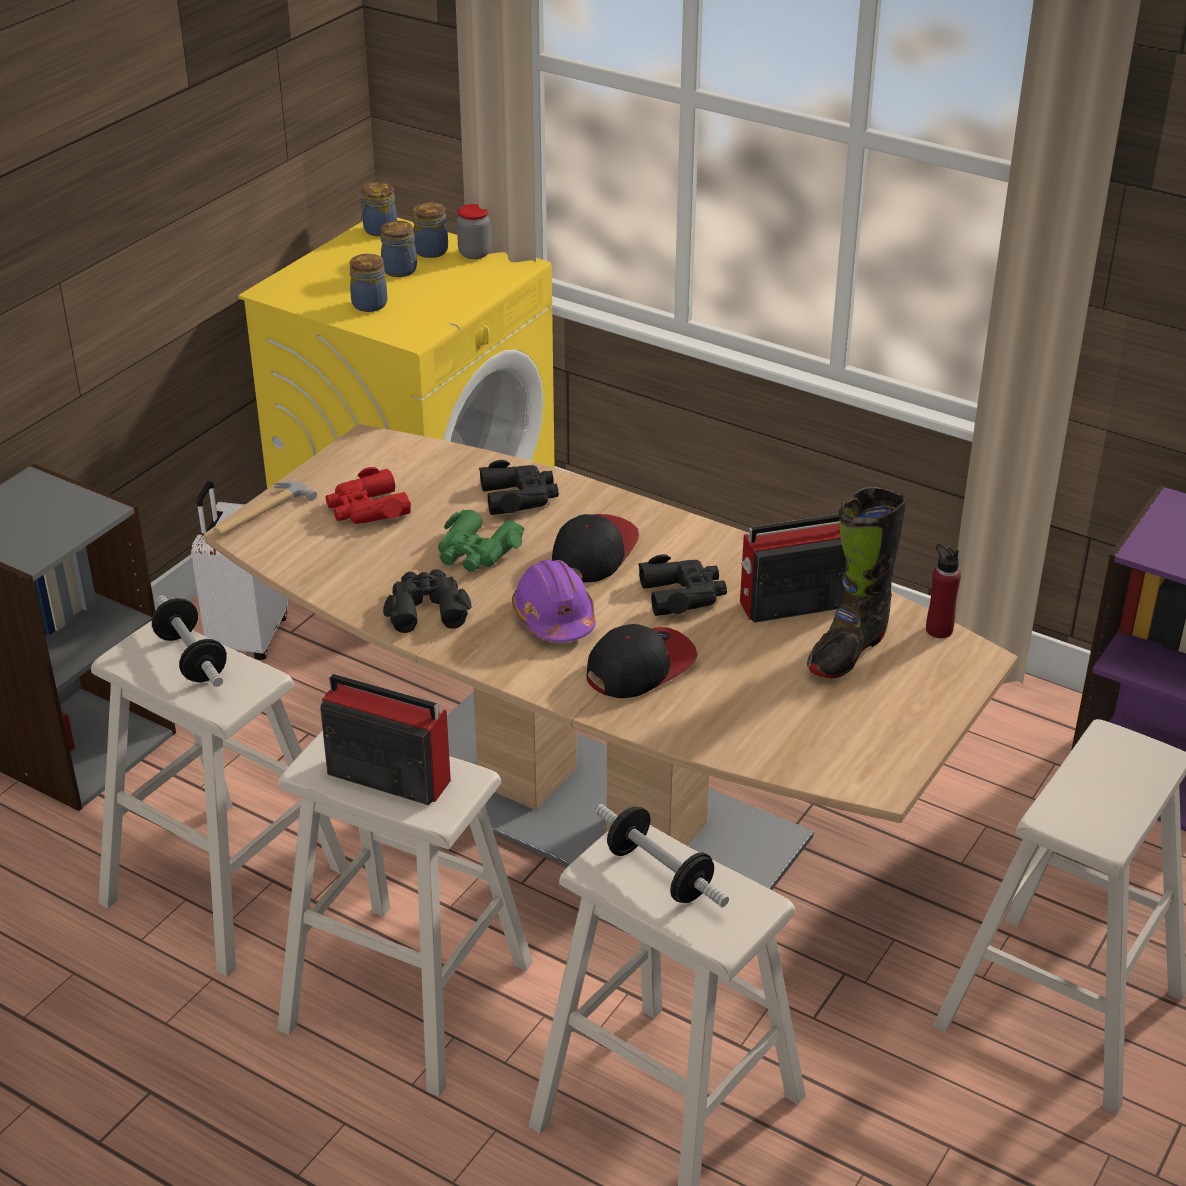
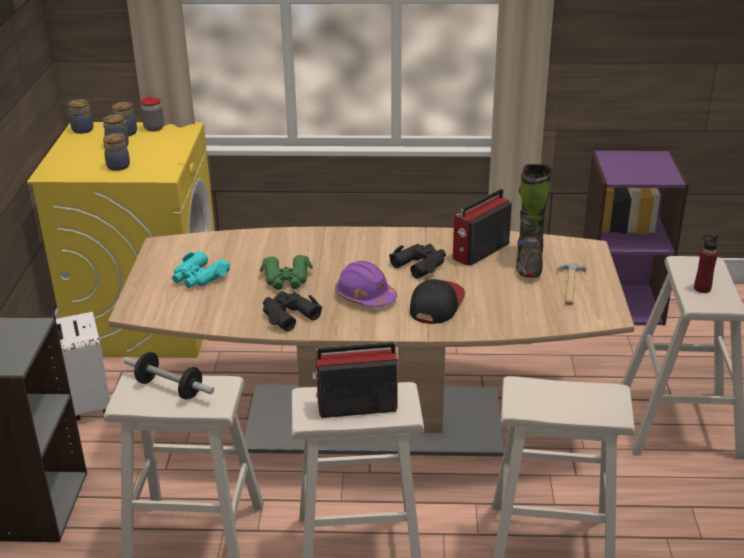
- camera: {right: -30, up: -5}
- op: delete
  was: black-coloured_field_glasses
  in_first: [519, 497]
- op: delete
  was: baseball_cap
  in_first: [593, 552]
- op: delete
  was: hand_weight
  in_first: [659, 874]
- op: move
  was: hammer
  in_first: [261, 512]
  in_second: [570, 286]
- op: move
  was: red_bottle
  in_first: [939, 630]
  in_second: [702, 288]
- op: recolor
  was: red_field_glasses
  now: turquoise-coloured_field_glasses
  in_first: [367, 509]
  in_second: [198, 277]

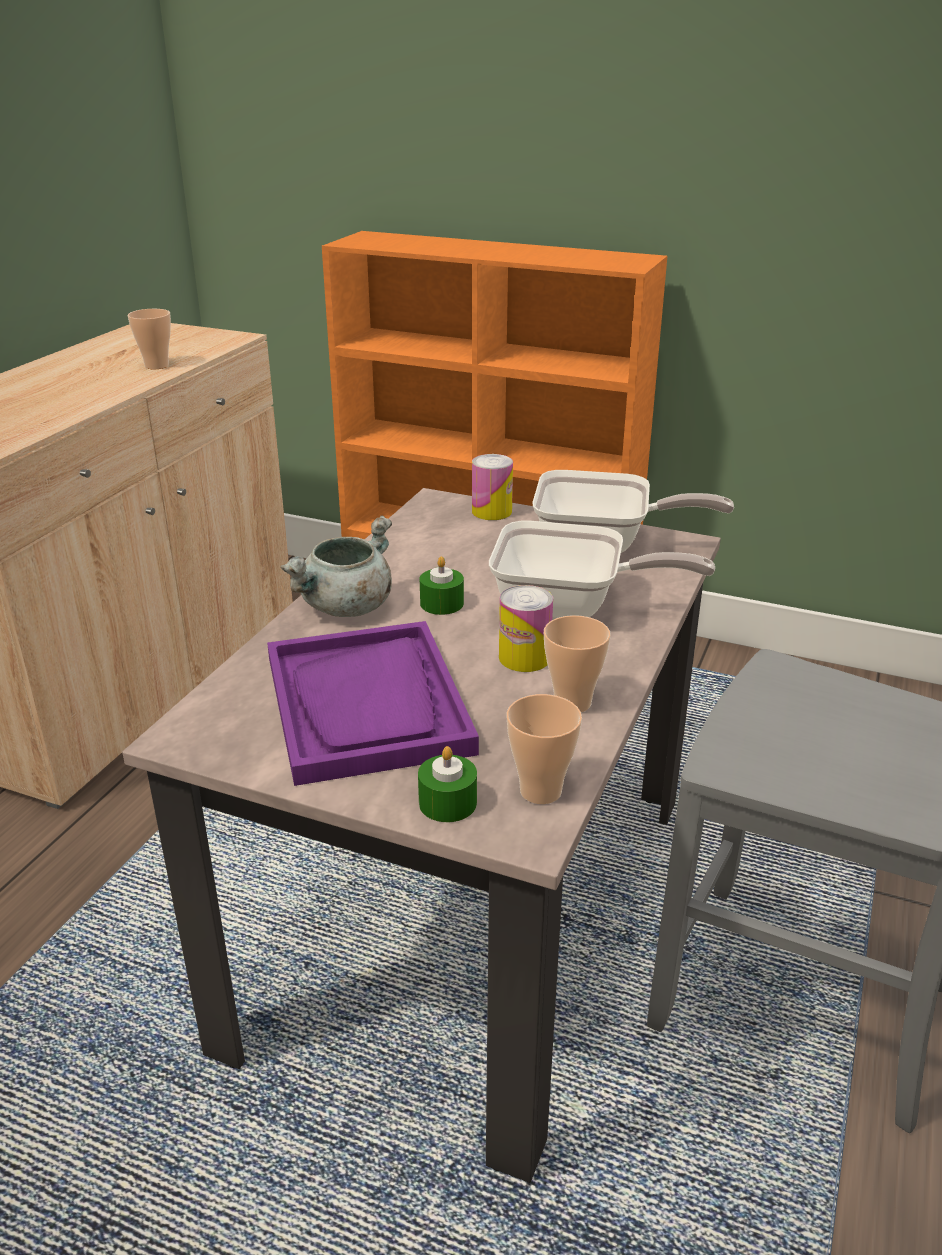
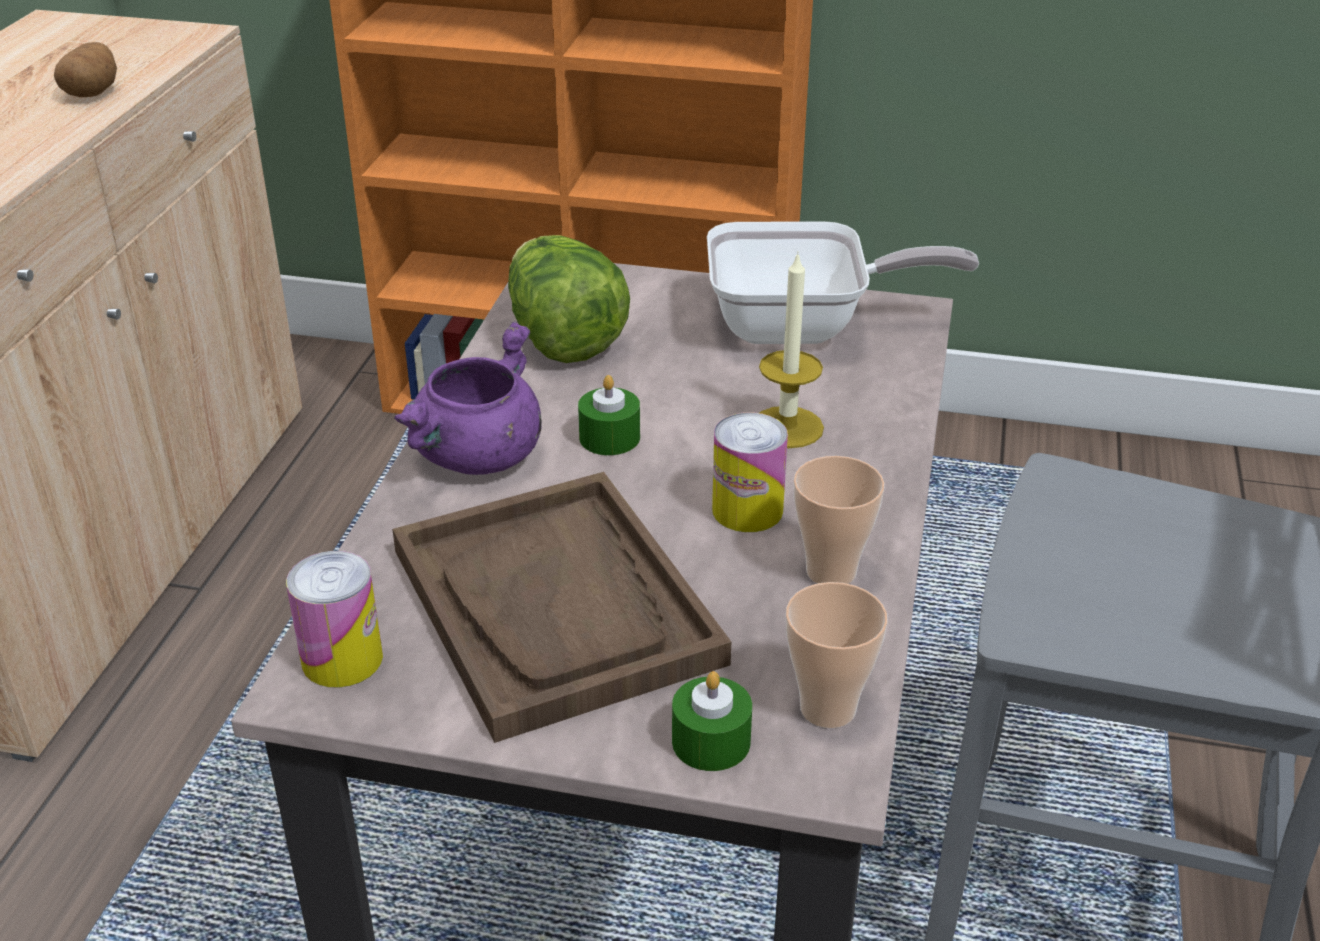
- camera: {right: -10, up: 5}
- op: insert
  now: lettuce_head
  in_second: [562, 338]
- op: move
  was: metal_can
  in_first: [491, 511]
  in_second: [342, 659]
- op: replace
  was: cup
  now: whole_potato
  in_first: [156, 366]
  in_second: [92, 92]
- op: replace
  was: pan
  now: wax_light
  in_first: [571, 608]
  in_second: [787, 427]
- op: recolor
  was: purplish_tray
  now: brown_tray
  in_first: [367, 704]
  in_second: [556, 606]
- op: recolor
  was: gray_saucepot
  now: purplish_saucepot
  in_first: [346, 608]
  in_second: [478, 457]

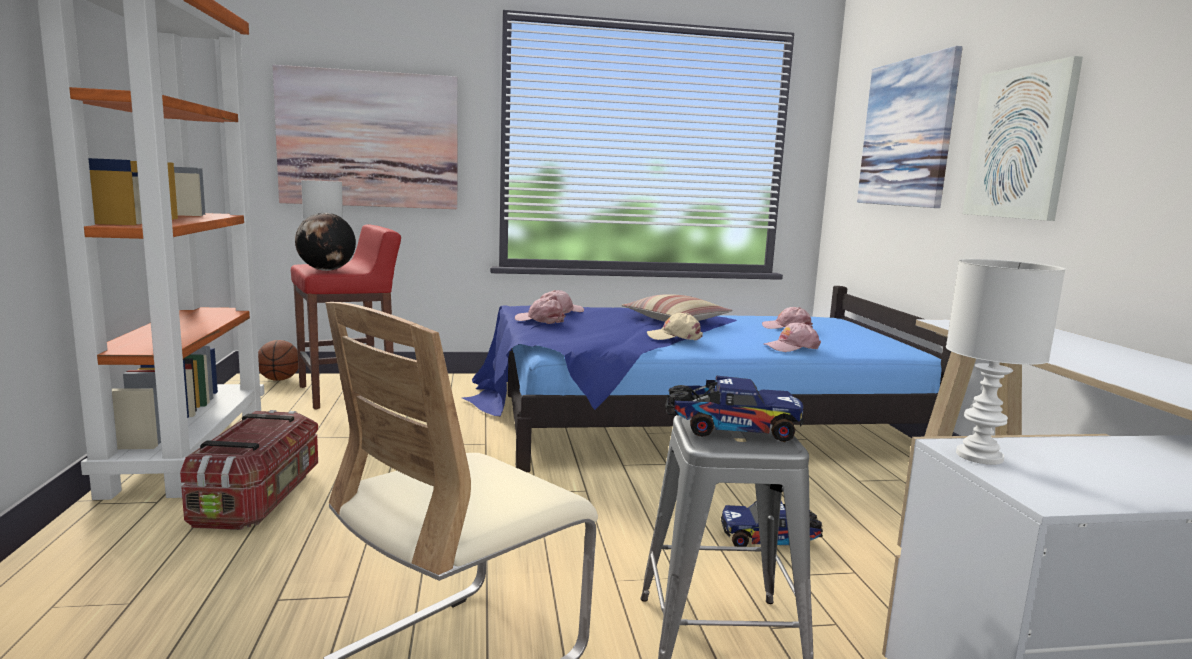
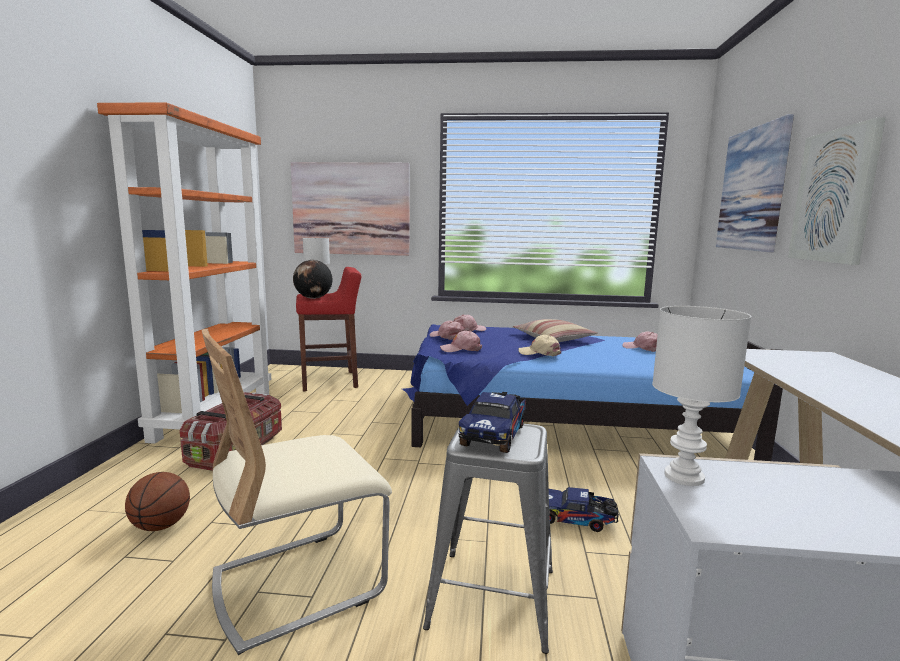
- camera: {right: 15, up: 0}
- op: move
  was: ball_for_basketball
  in_first: [279, 379]
  in_second: [160, 526]
- op: move
  was: pinkish_baseball_cap
  in_first: [791, 347]
  in_second: [461, 349]
- op: rotate
  was: toy_truck
  in_first: [729, 429]
  in_second: [494, 434]
  clockwise: 90

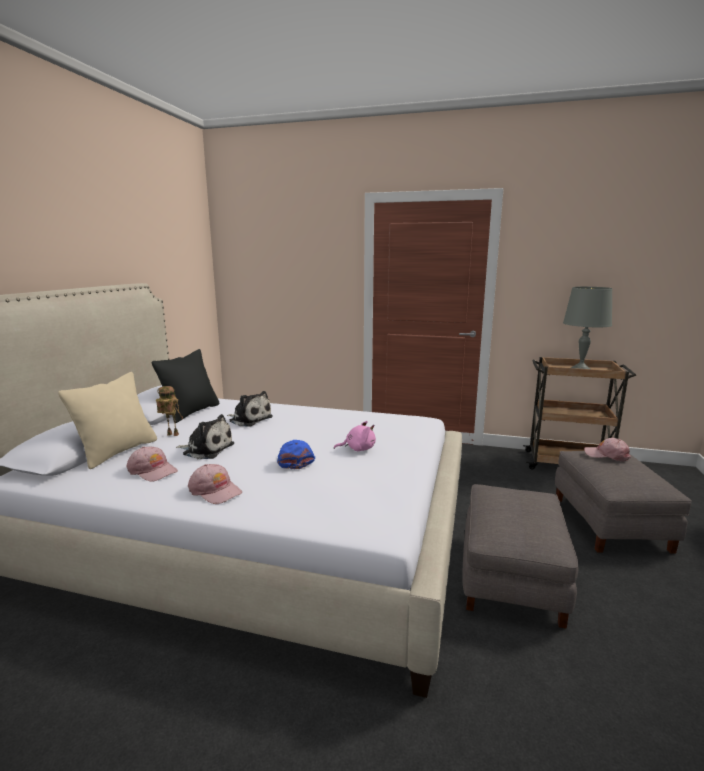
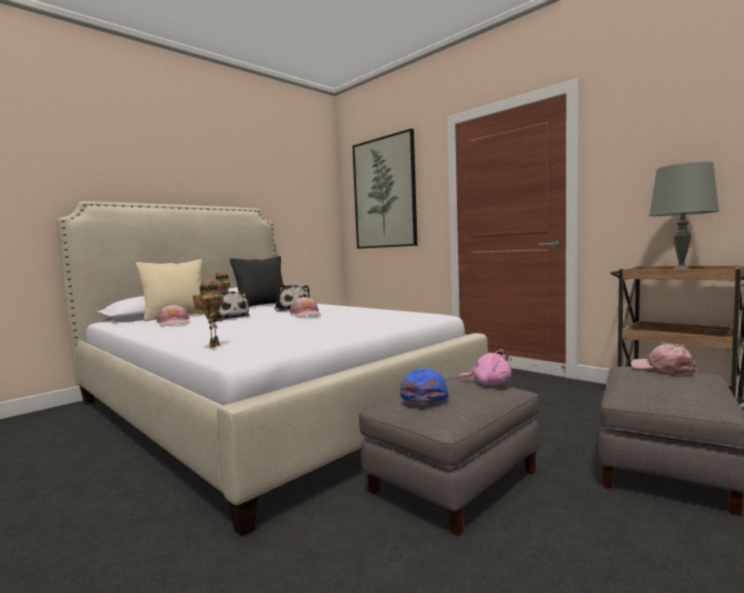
- camera: {right: 30, up: -10}
- op: insert
  now: model_robot
  in_second: [213, 346]
- op: insert
  now: wall_picture
  in_second: [384, 193]
- op: move
  was: pinkish_baseball_cap
  in_first: [215, 491]
  in_second: [306, 315]
- op: move
  was: blue-coloured_baseball_cap
  in_first: [294, 460]
  in_second: [425, 395]
- op: move
  was: pinkish_cuddly_toy
  in_first: [358, 449]
  in_second: [489, 383]

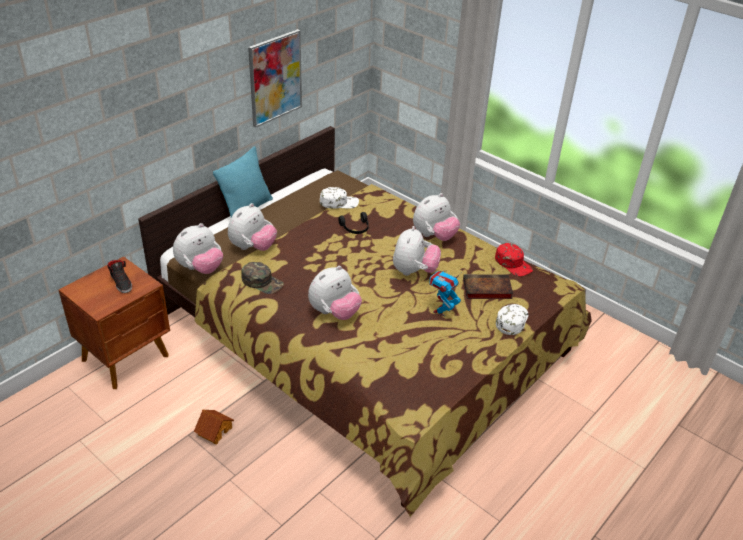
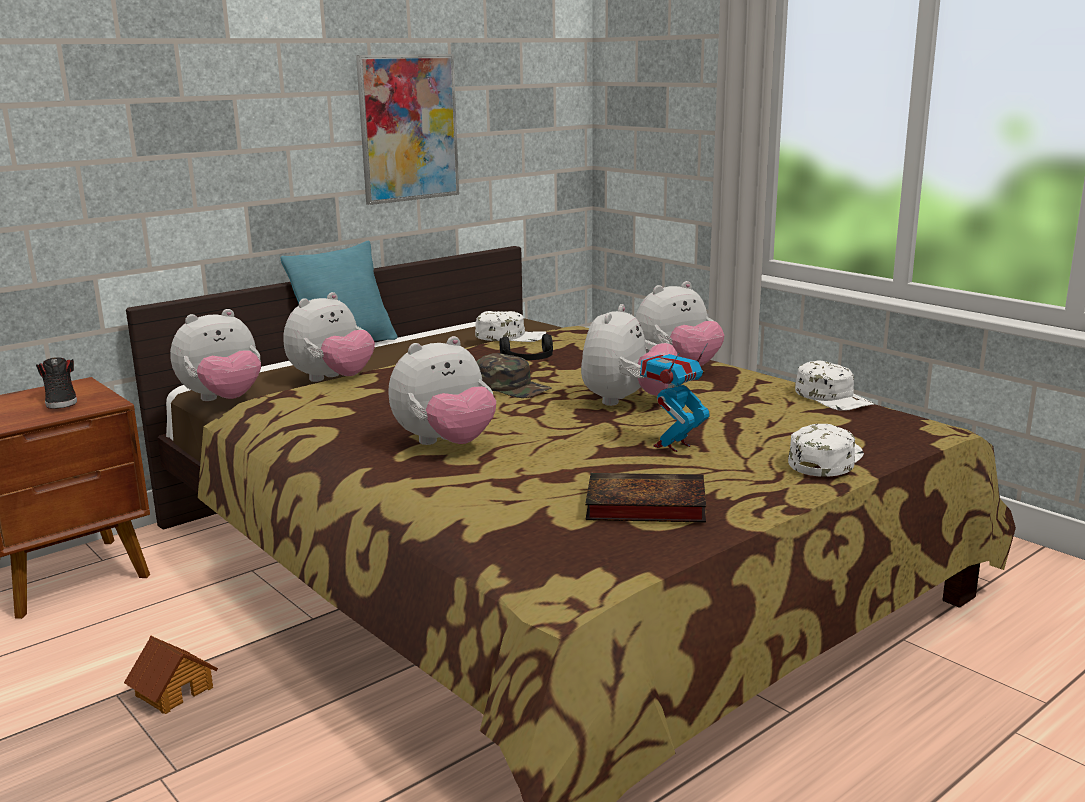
- camera: {right: 10, up: -20}
- op: move
  was: greenish_baseball_cap
  in_first: [262, 282]
  in_second: [513, 387]
- op: move
  was: volume
  in_first: [486, 289]
  in_second: [642, 506]
- op: recolor
  was: red_baseball_cap
  now: white_baseball_cap
  in_first: [513, 264]
  in_second: [833, 398]

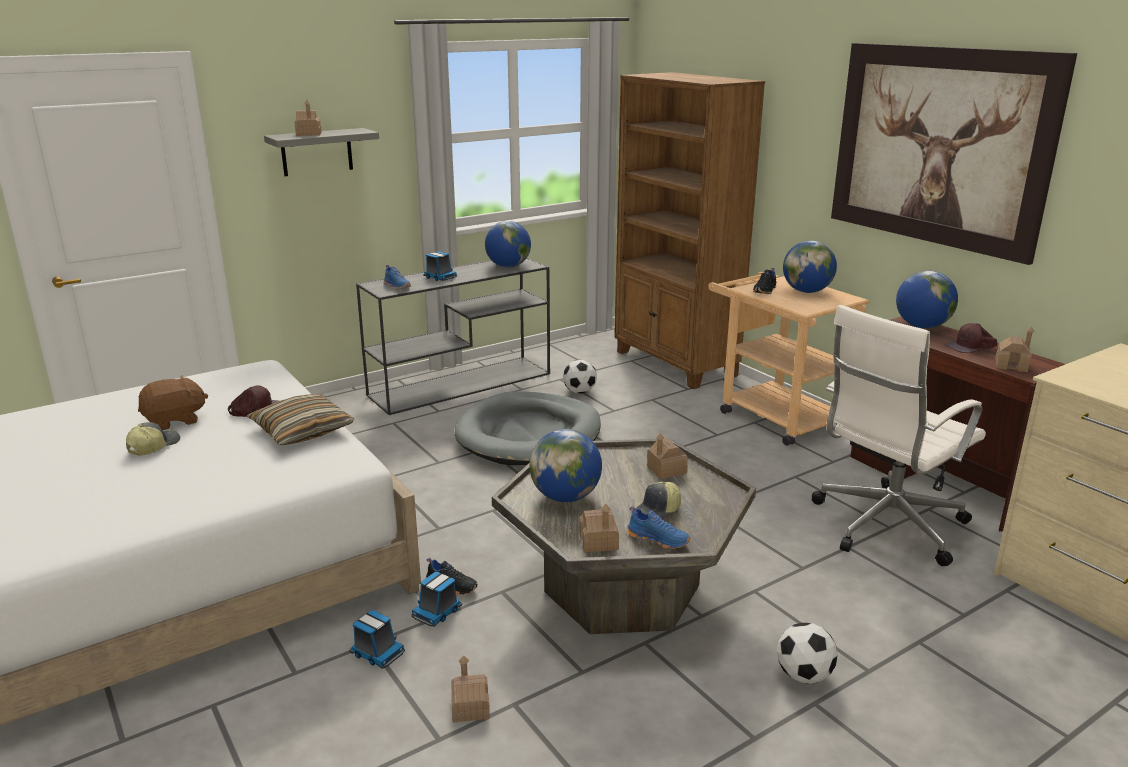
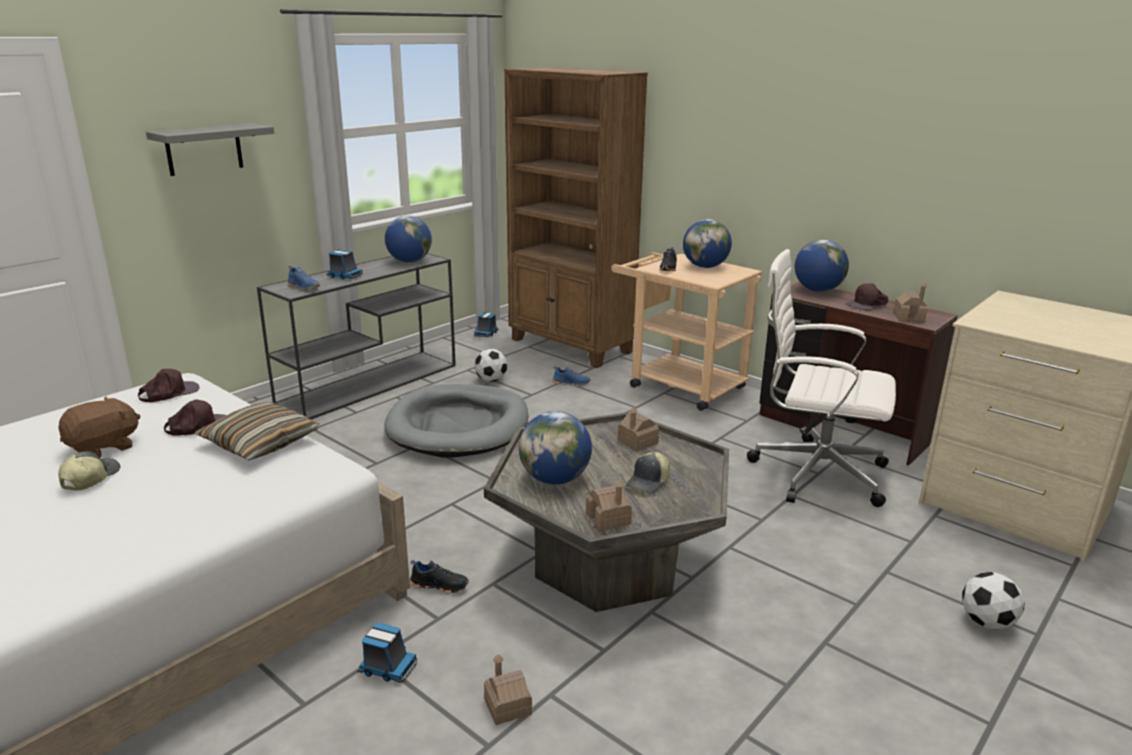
- camera: {right: -15, up: 0}
- op: delete
  was: model_house
  in_first: [309, 134]
- op: delete
  was: wall_picture
  in_first: [938, 146]
- op: insert
  now: brown_baseball_cap
  in_second: [169, 392]
- op: move
  was: toy_truck
  in_first: [437, 612]
  in_second: [486, 333]
- op: move
  was: blue-coloured_low_shoe
  in_first: [658, 539]
  in_second: [571, 383]
- op: move
  was: football_ball
  in_first: [803, 675]
  in_second: [986, 622]
- op: rotate
  was: white_office_chair
  in_first: [885, 525]
  in_second: [814, 472]
  clockwise: 75

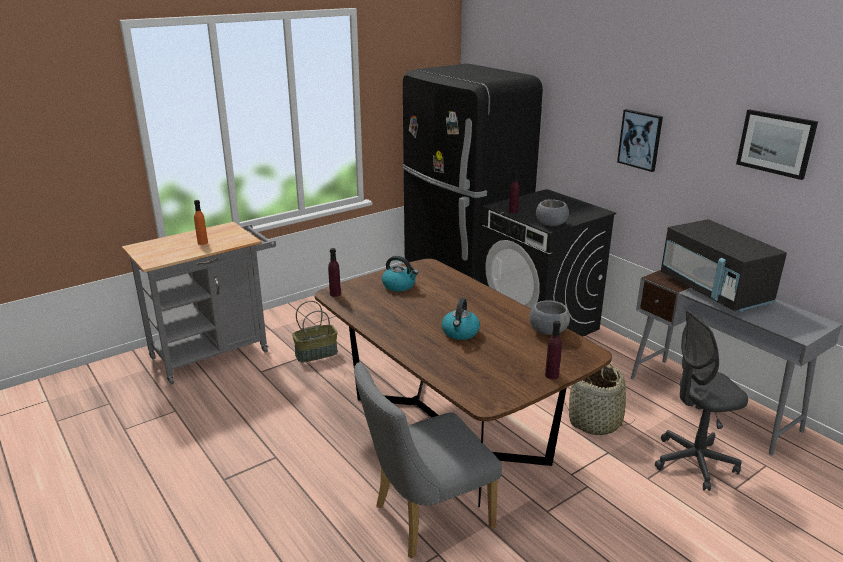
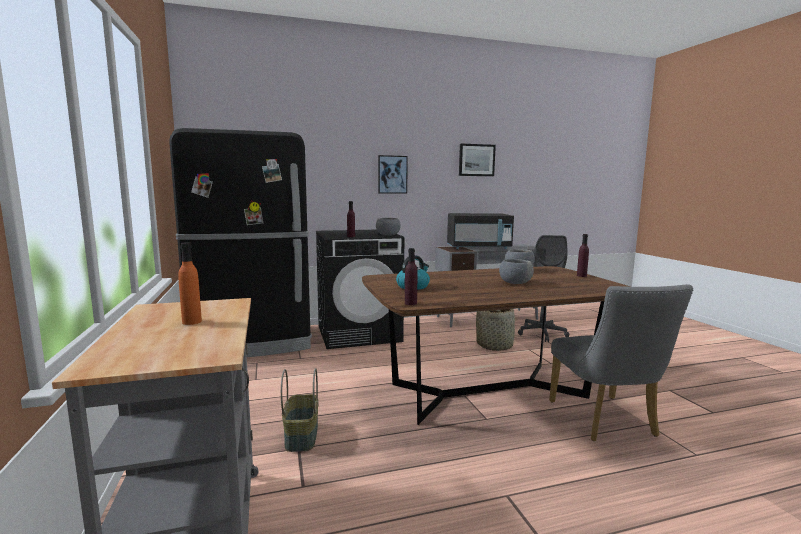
- camera: {right: -70, up: -15}
- op: replace
  was: tea_kettle
  now: gray_serving_bowl
  in_first: [460, 333]
  in_second: [515, 283]

